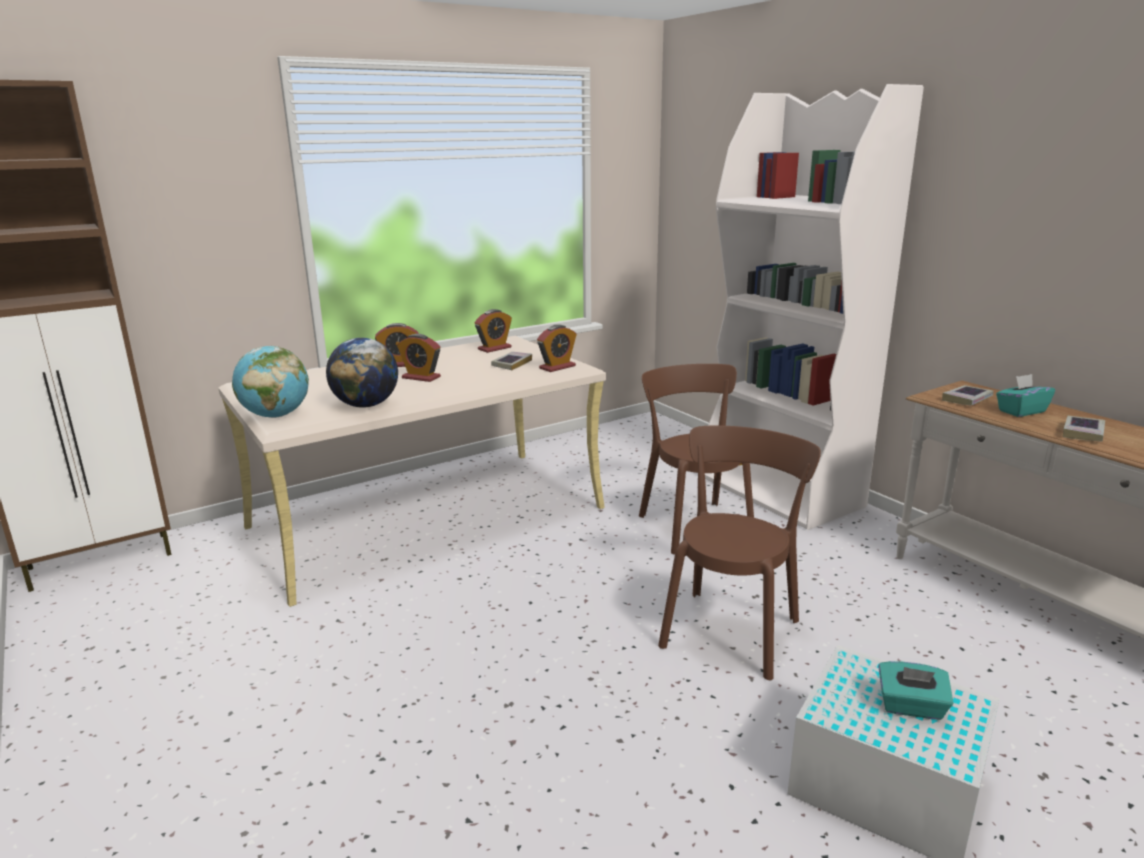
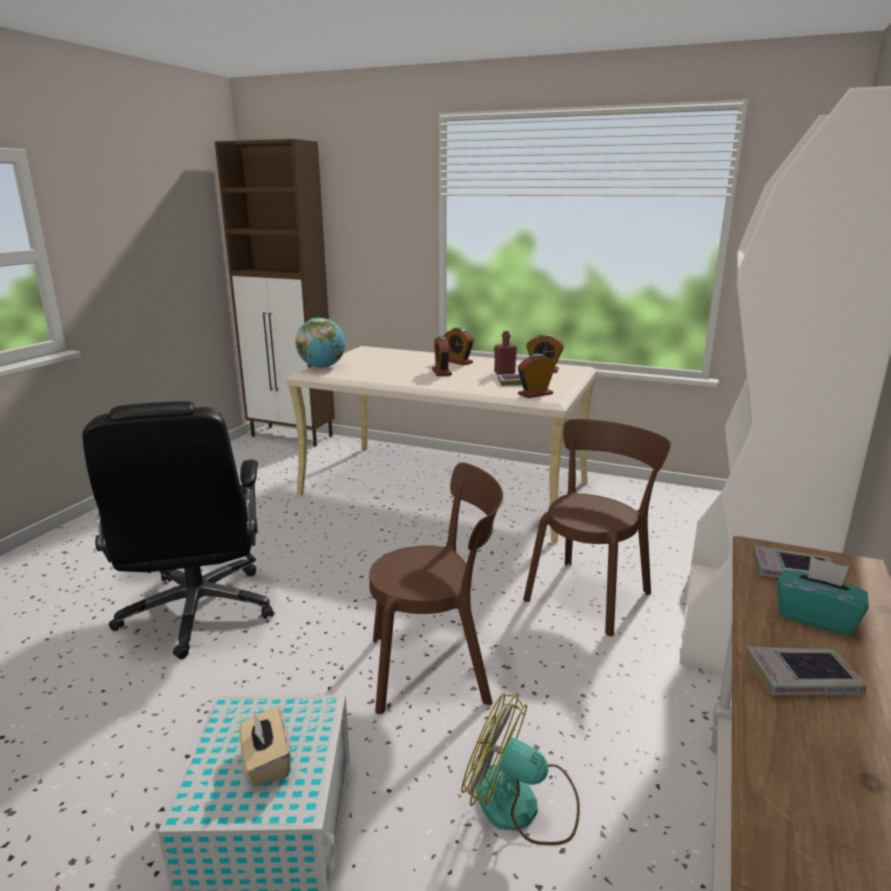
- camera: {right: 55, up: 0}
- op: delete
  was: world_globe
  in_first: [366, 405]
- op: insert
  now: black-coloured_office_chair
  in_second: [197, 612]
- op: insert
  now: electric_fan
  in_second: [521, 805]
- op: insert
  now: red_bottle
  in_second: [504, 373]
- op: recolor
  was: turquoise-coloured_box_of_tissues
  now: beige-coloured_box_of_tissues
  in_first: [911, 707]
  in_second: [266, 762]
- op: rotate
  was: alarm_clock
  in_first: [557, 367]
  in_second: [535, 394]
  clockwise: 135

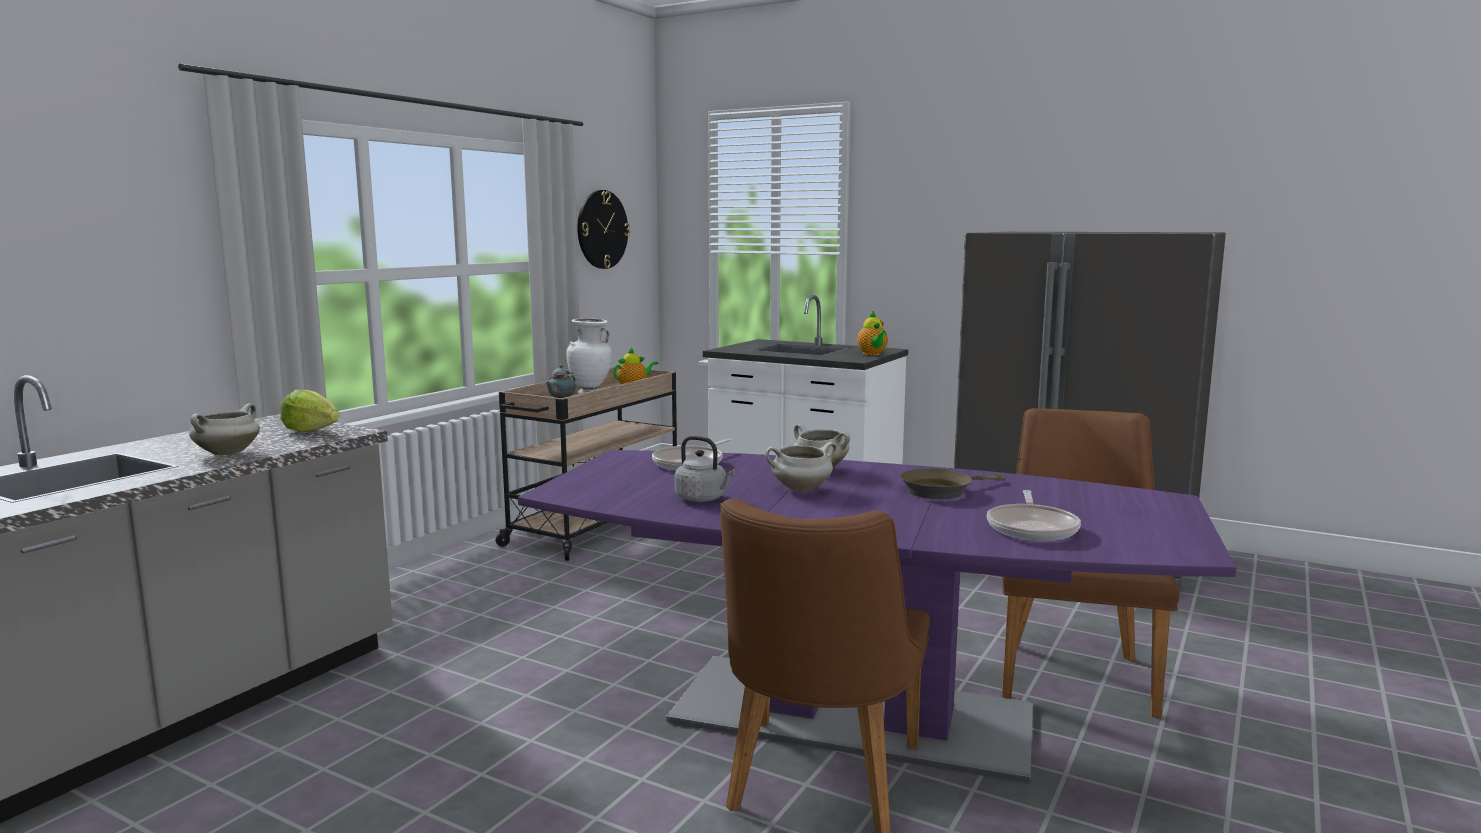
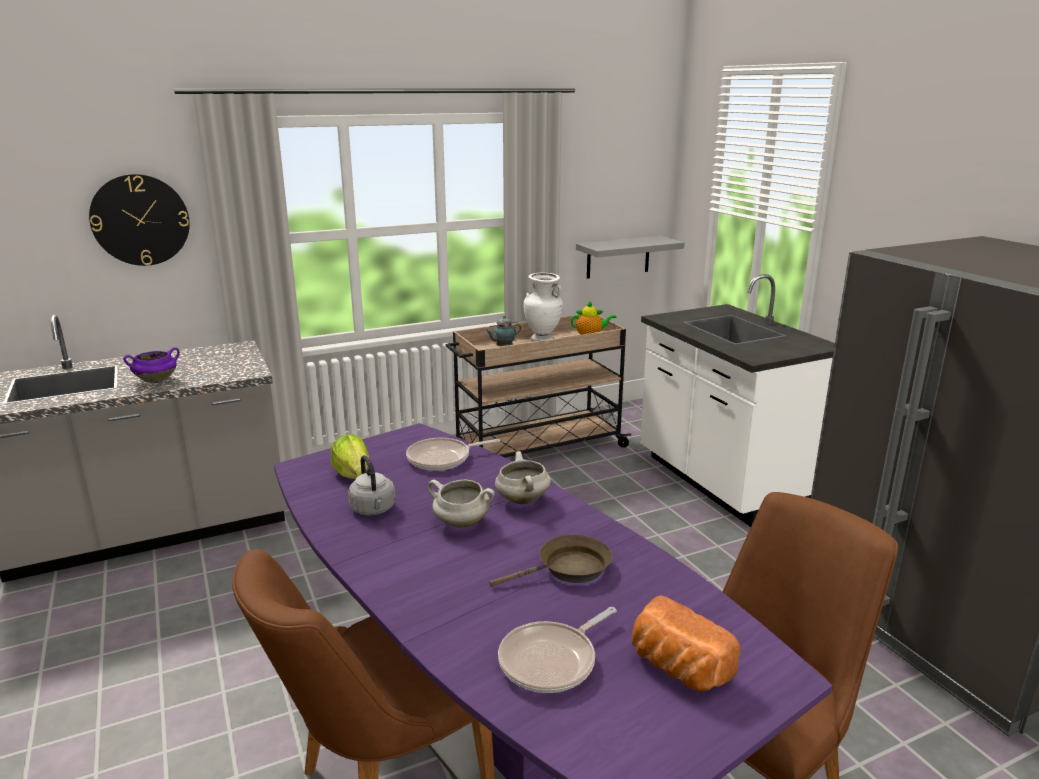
- camera: {right: 35, up: 10}
- op: delete
  was: pot_for_tea
  in_first: [872, 354]
- op: insert
  now: gray_bracket_shelf
  in_second: [618, 257]
- op: insert
  now: bread
  in_second: [677, 668]
- op: move
  was: lettuce_head
  in_first: [311, 431]
  in_second: [353, 474]
- op: move
  was: hanging_clock
  in_first: [602, 229]
  in_second: [140, 220]
- op: recolor
  was: white_saucepot
  now: purplish_saucepot
  in_first: [228, 453]
  in_second: [156, 380]
- op: rotate
  was: brown_pan
  in_first: [940, 491]
  in_second: [569, 569]
  clockwise: 150

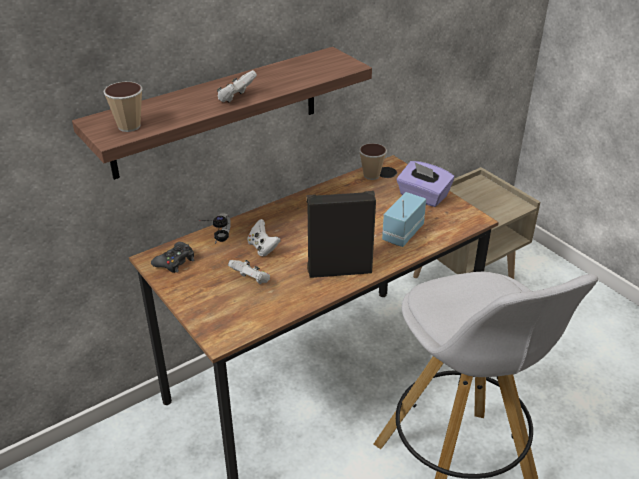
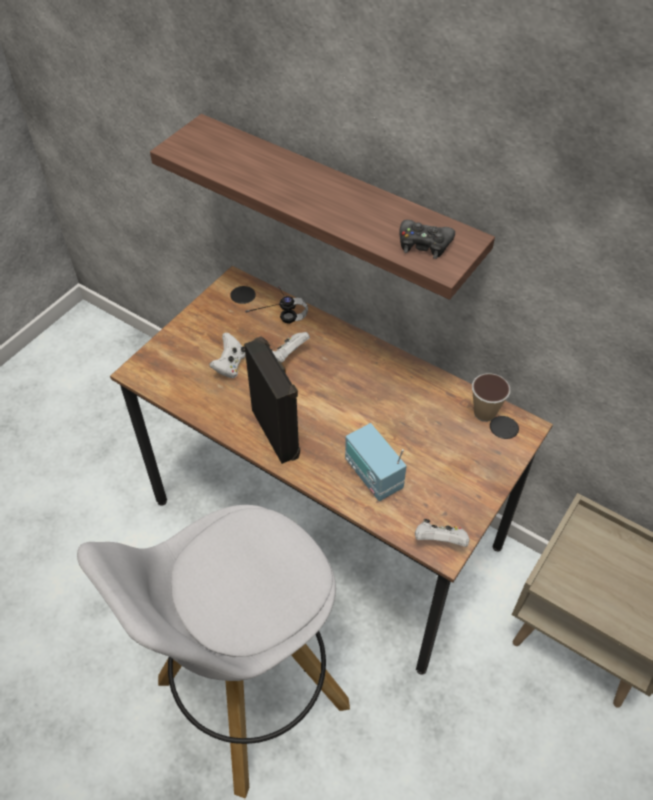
- camera: {right: 70, up: 15}
- op: delete
  was: cup
  in_first: [129, 126]
- op: delete
  was: purplish_box_of_tissues
  in_first: [423, 196]
- op: move
  was: black-coloured_game_controller
  in_first: [175, 262]
  in_second: [424, 244]
- op: move
  was: white_game_controller
  in_first: [236, 98]
  in_second: [440, 541]
- op: rotate
  was: radio
  in_first: [402, 233]
  in_second: [373, 475]
  clockwise: -135

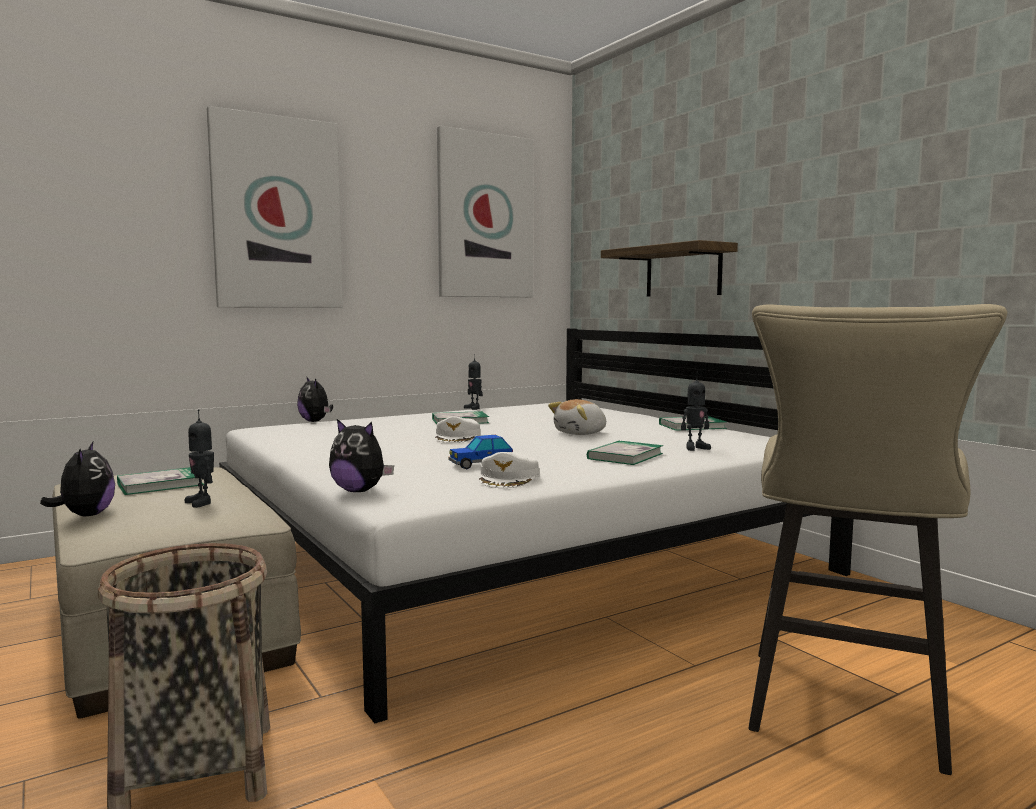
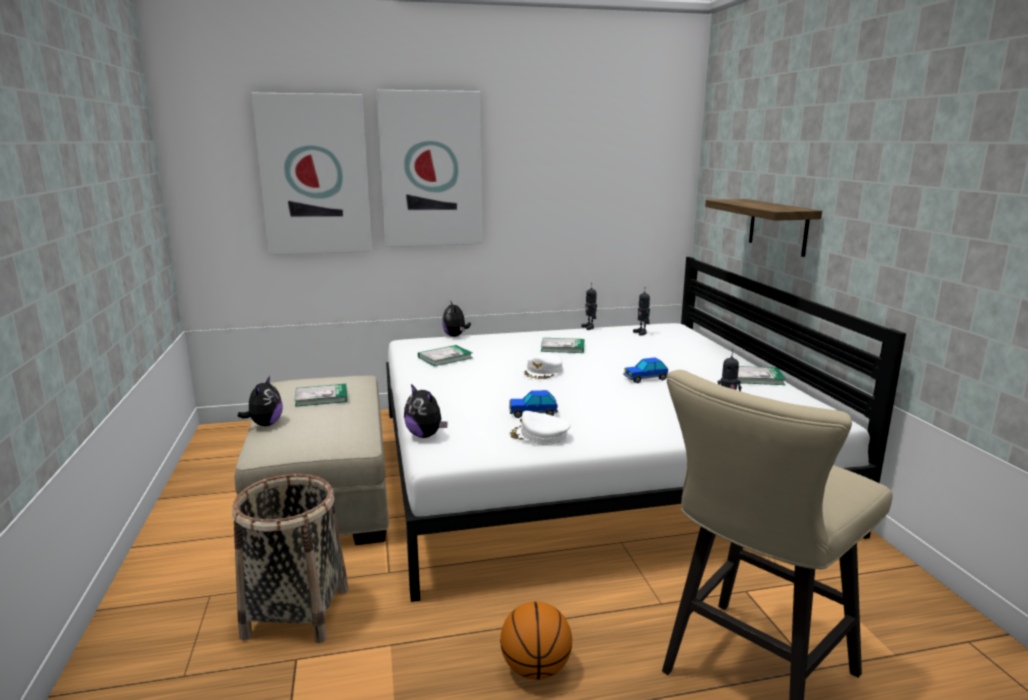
- camera: {right: 20, up: 10}
- op: insert
  now: ball_for_basketball
  in_second: [535, 669]
- op: move
  was: model_robot
  in_first: [202, 502]
  in_second: [641, 333]
- op: move
  was: wall_picture
  in_first: [485, 216]
  in_second: [315, 175]
- op: move
  was: volume
  in_first: [625, 456]
  in_second: [445, 357]
- op: replace
  was: cuddly_toy
  now: miniature_car
  in_first: [581, 433]
  in_second: [645, 378]
- op: rotate
  was: white_baseball_cap
  in_first: [509, 478]
  in_second: [539, 435]
  clockwise: 75

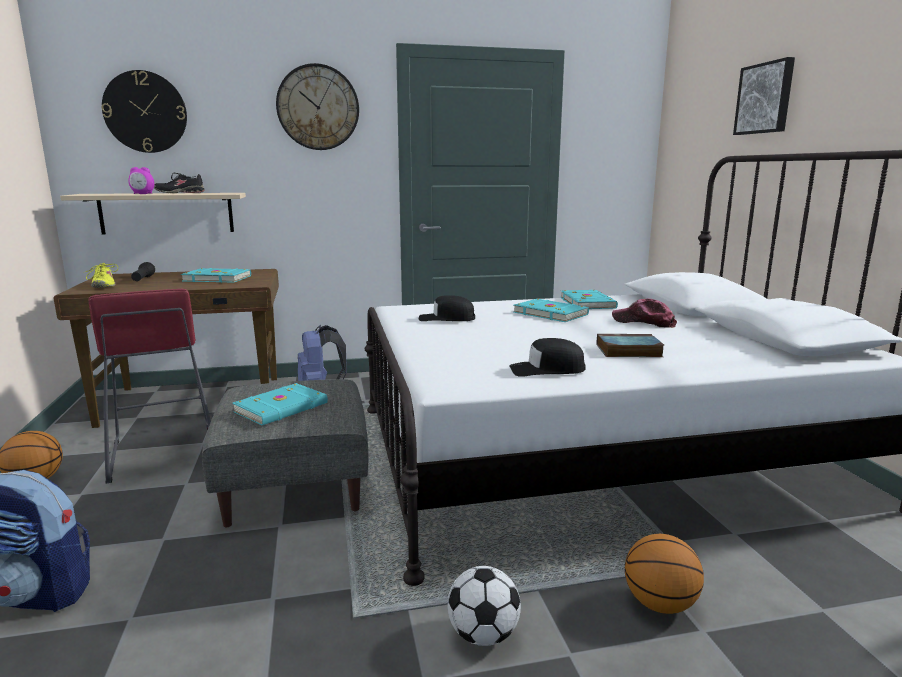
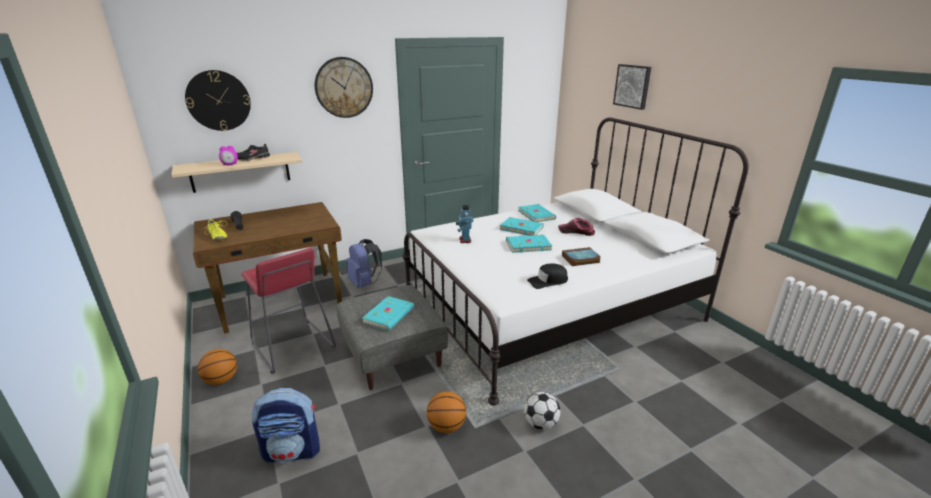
- camera: {right: -15, up: 10}
- op: move
  was: turquoise-coloured_volume
  in_first: [217, 278]
  in_second: [527, 245]
- op: move
  was: ball_for_basketball
  in_first: [659, 604]
  in_second: [446, 426]
- op: replace
  was: black-coloured_baseball_cap
  now: model_robot
  in_first: [447, 318]
  in_second: [464, 240]

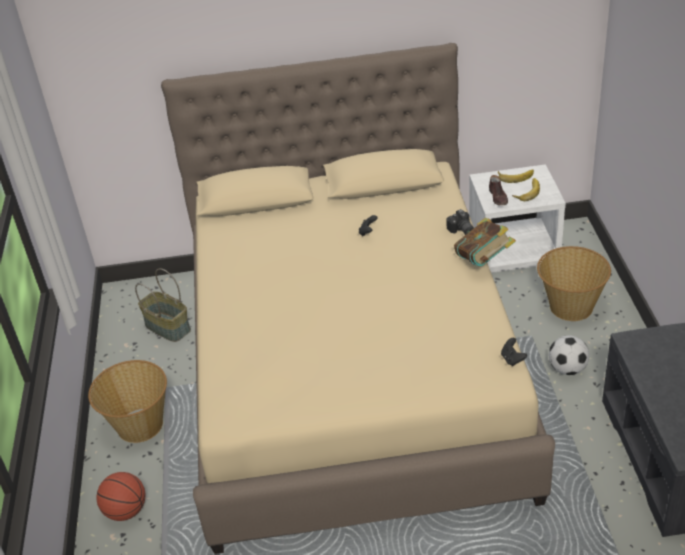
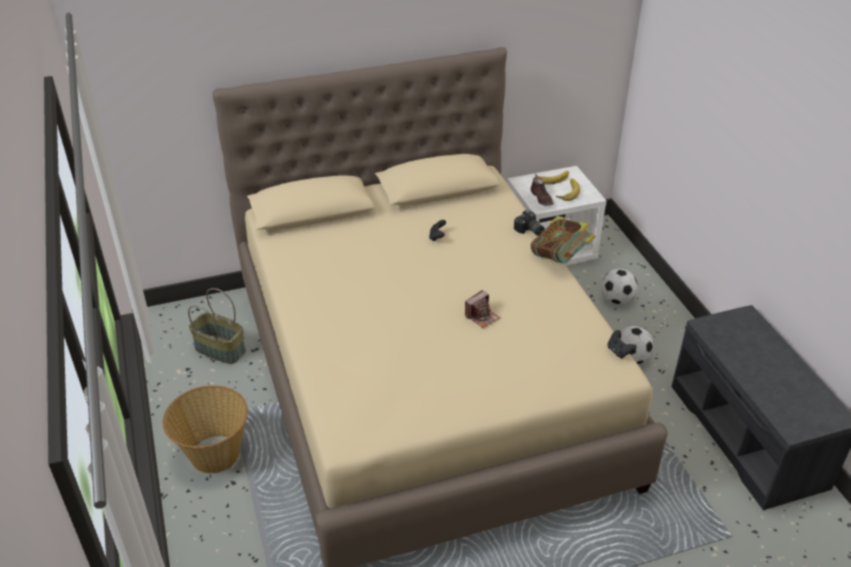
- camera: {right: -15, up: 0}
- op: delete
  was: ball_for_basketball
  in_first: [126, 511]
- op: insert
  now: photo_camera
  in_second: [482, 316]
- op: replace
  was: basket
  now: football_ball
  in_first: [570, 306]
  in_second: [616, 299]

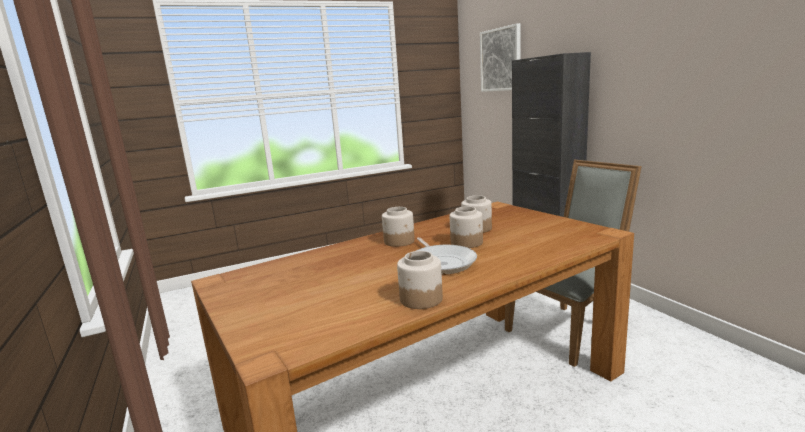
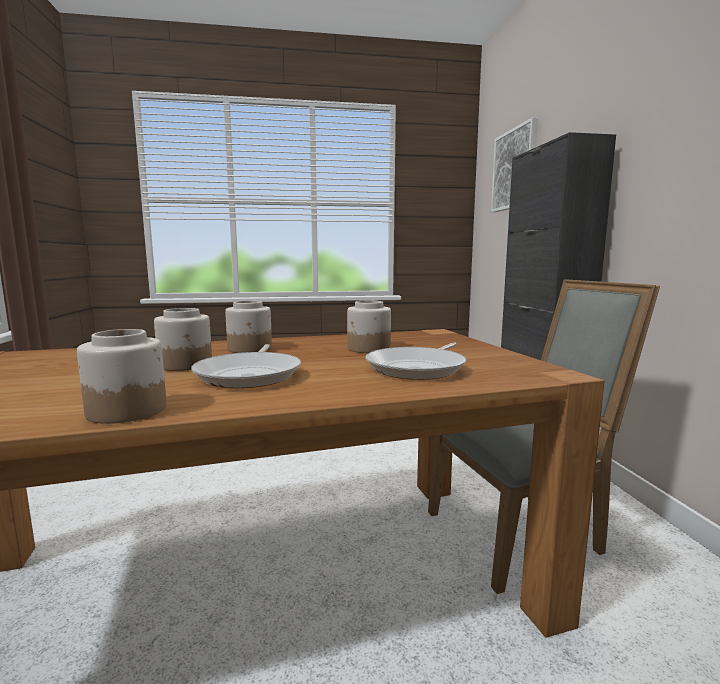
- camera: {right: 15, up: -5}
- op: insert
  now: pan
  in_second: [418, 368]
- op: move
  was: jar
  in_first: [467, 242]
  in_second: [186, 365]

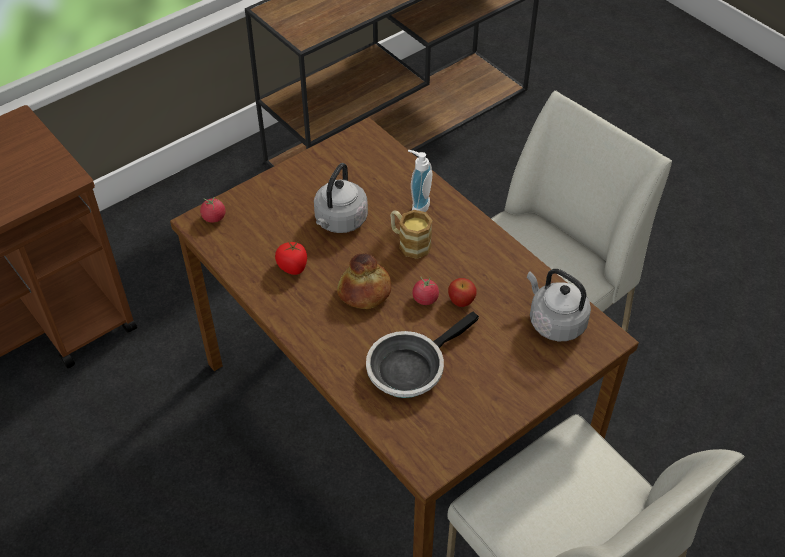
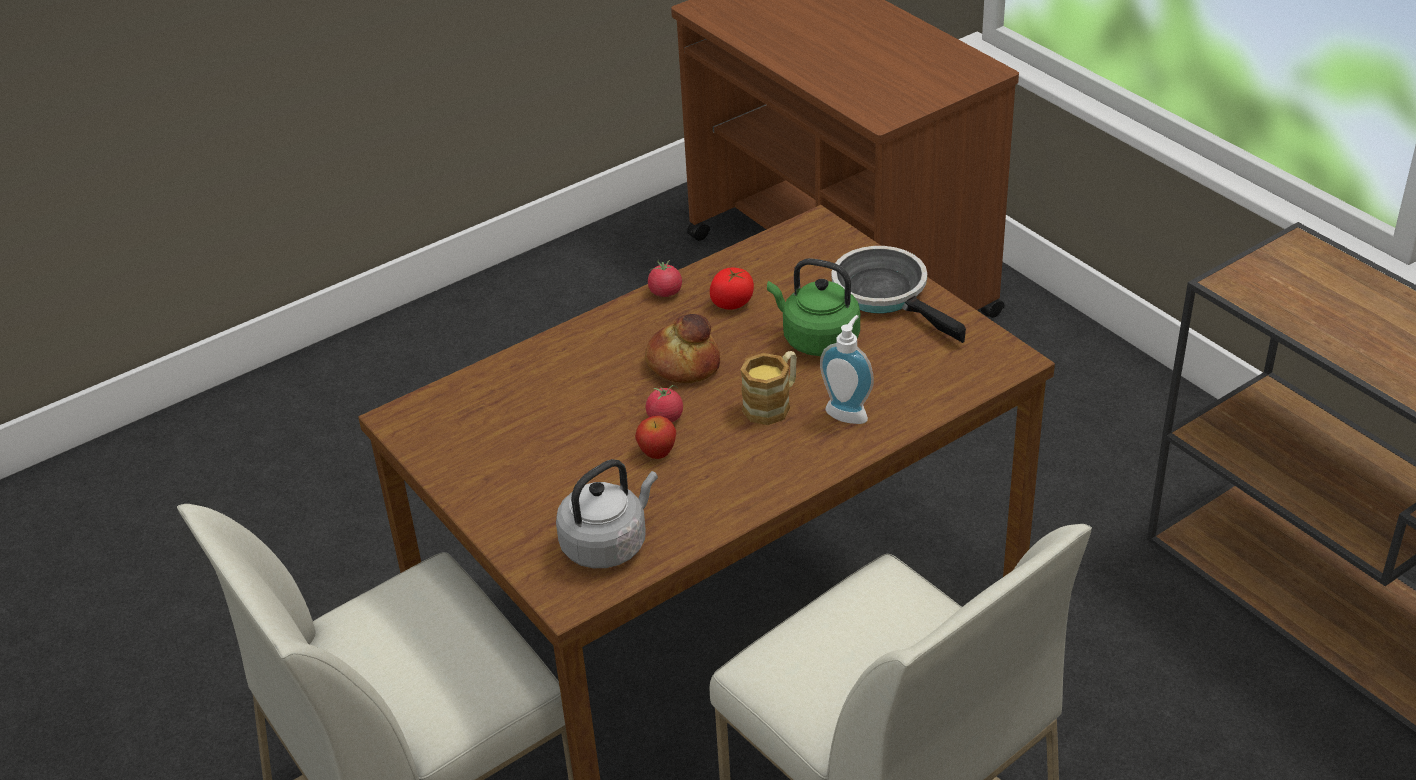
- camera: {right: 95, up: -10}
- op: move
  was: fresh_tomato
  in_first: [214, 217]
  in_second: [665, 292]
- op: move
  was: pan
  in_first: [410, 367]
  in_second: [886, 294]
- op: recolor
  was: gray_tea_kettle
  now: greenish_tea_kettle
  in_first: [339, 221]
  in_second: [816, 339]

